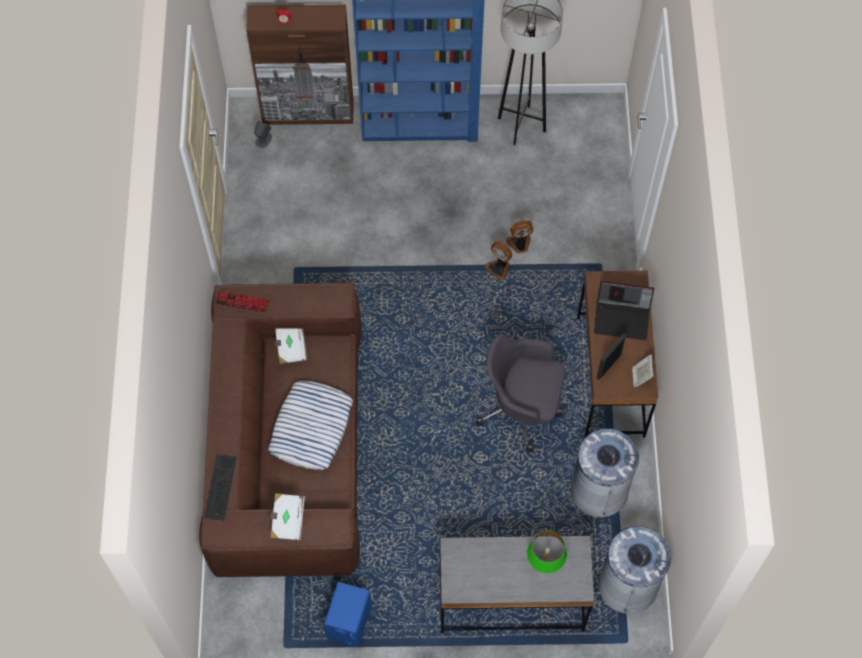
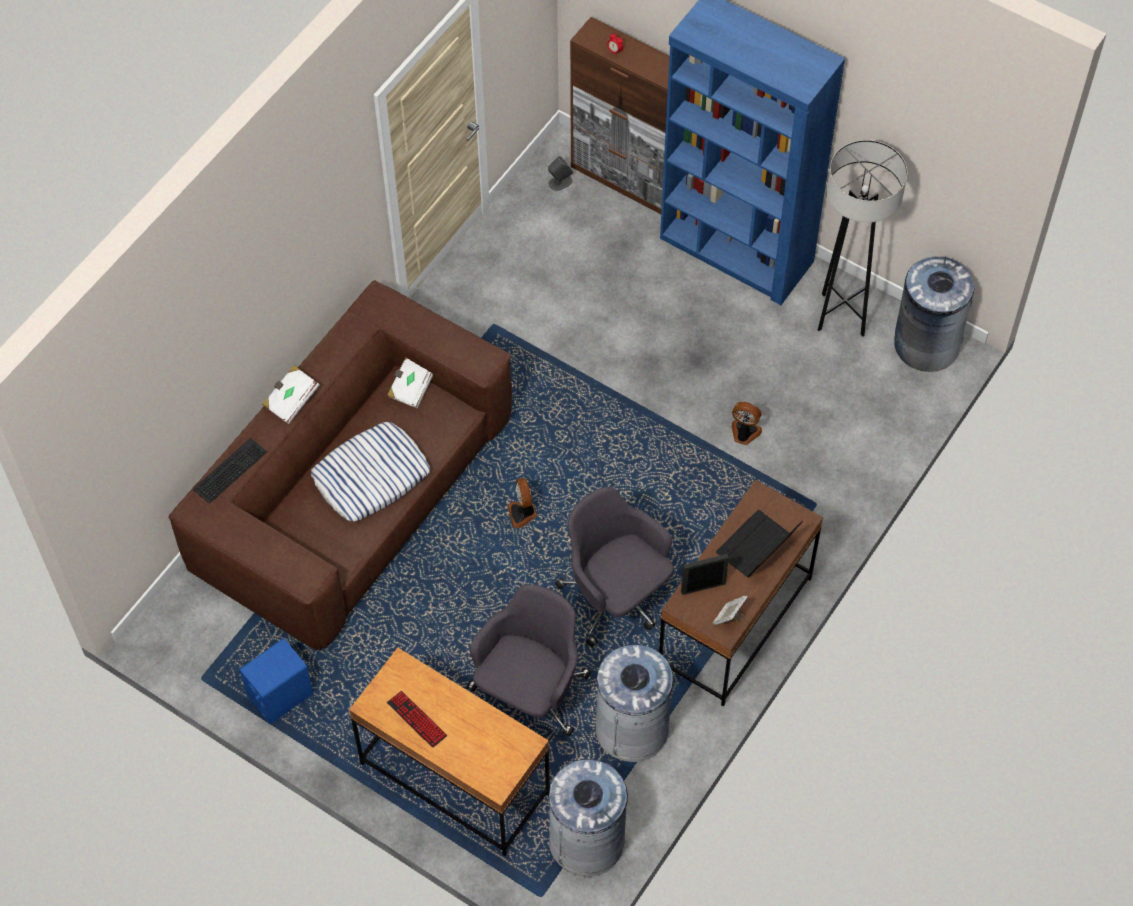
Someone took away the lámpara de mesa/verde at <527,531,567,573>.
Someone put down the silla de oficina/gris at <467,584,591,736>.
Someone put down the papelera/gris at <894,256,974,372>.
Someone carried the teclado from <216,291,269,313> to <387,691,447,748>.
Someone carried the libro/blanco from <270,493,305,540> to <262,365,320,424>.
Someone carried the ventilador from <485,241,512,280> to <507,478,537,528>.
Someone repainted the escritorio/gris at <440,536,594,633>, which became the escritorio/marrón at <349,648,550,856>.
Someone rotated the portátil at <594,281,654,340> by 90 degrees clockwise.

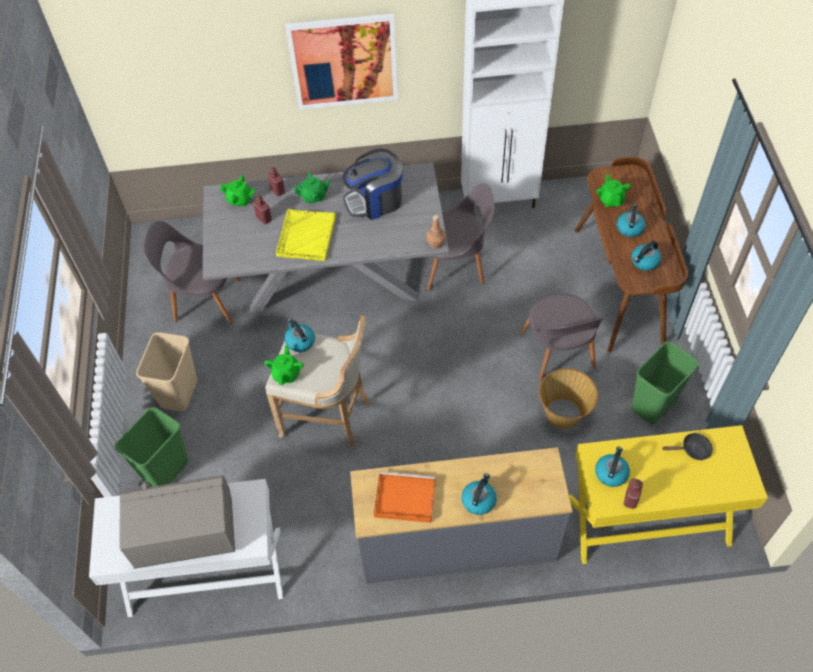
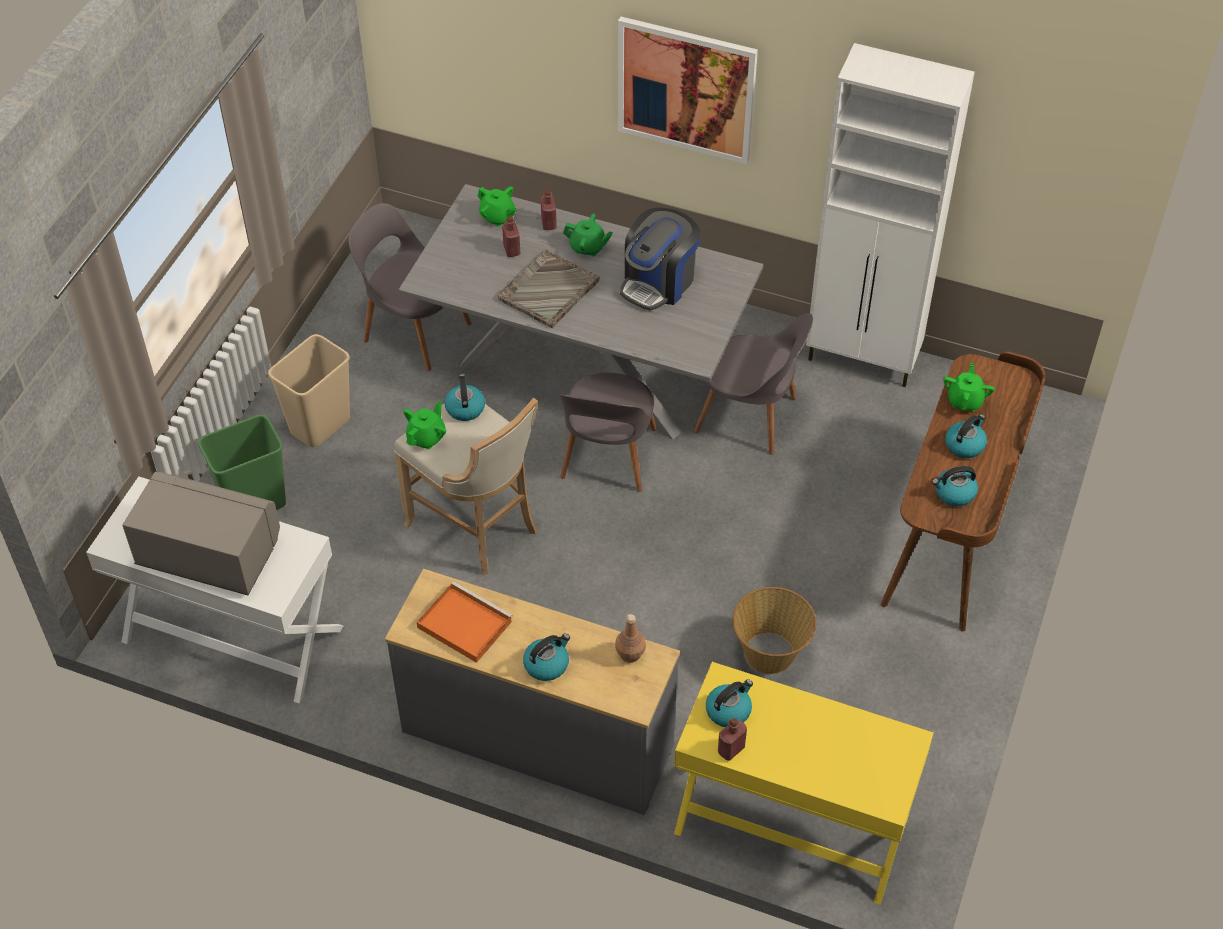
Someone took away the papelera/verde at <632,342,699,424>.
Someone took away the sartén/negro at <663,433,713,460>.
Someone carried the botella/marrón from <426,215,446,249> to <615,614,646,663>.
Someone carried the silla/gris from <520,293,608,382> to <560,373,656,492>.
Someone repainted the bandeja/amarillo at <276,209,336,261>, which became the bandeja/gris at <498,249,599,328>.
Someone rotated the cafetera at <343,149,402,220> by 60 degrees counterclockwise.

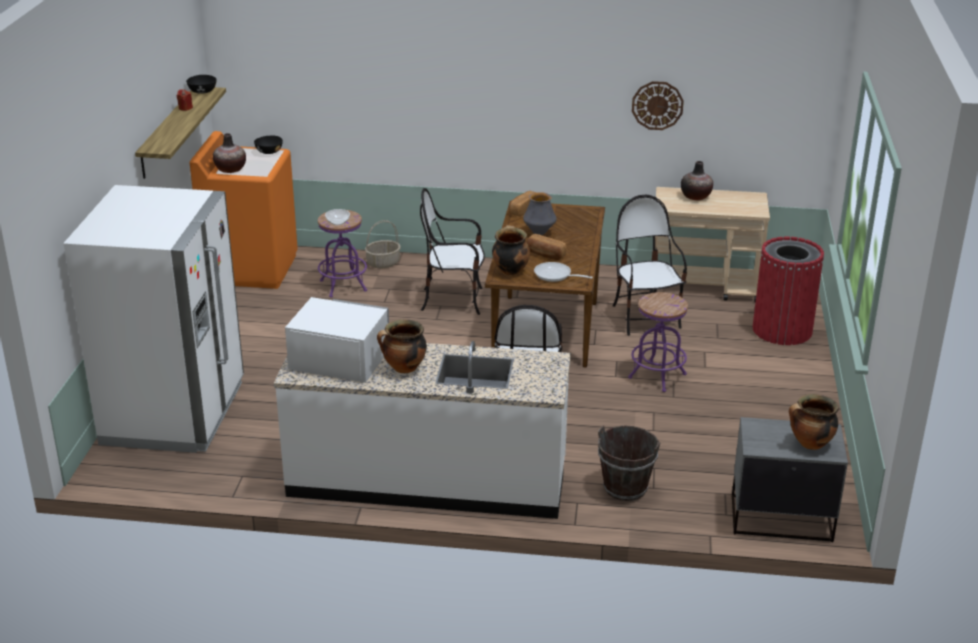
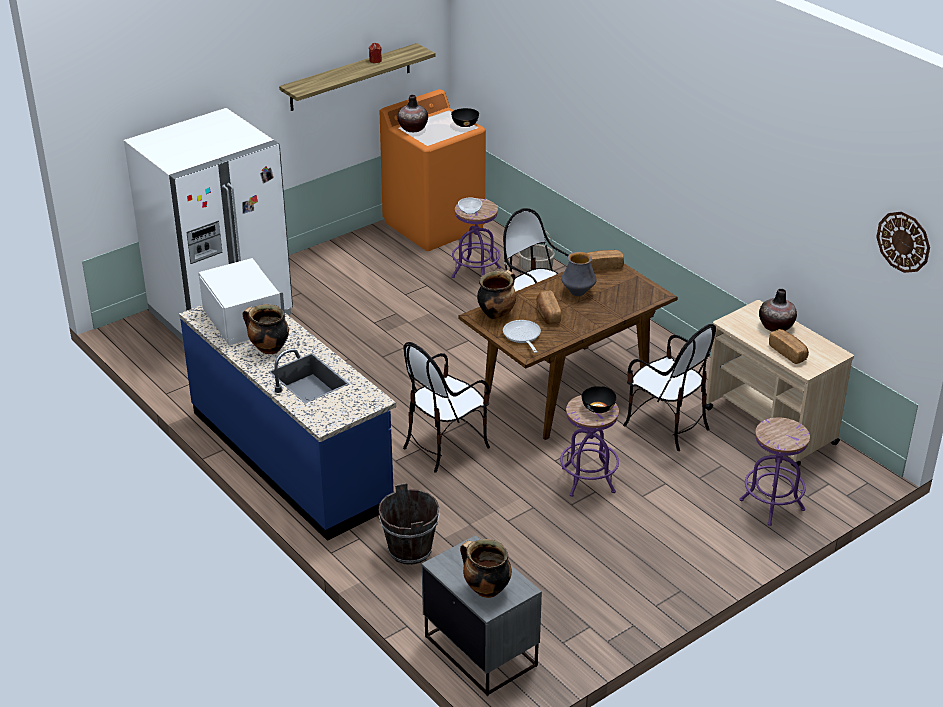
Someone put down the pan at <769,329,809,364>.
Someone carried the cuenco/negro from <186,75,217,94> to <582,386,616,413>.
Someone carried the reloj de pared from <632,81,684,130> to <876,211,930,273>.
Someone swapped the papelera/rojo at <753,237,824,345> for the taburete/morado at <739,418,810,526>.
Someone repainted the mueble bajo de cocina/blanco at <274,341,571,519>, which became the mueble bajo de cocina/azul at <179,305,396,541>.
Someone rotated the silla at <613,195,687,336> by 105 degrees clockwise.

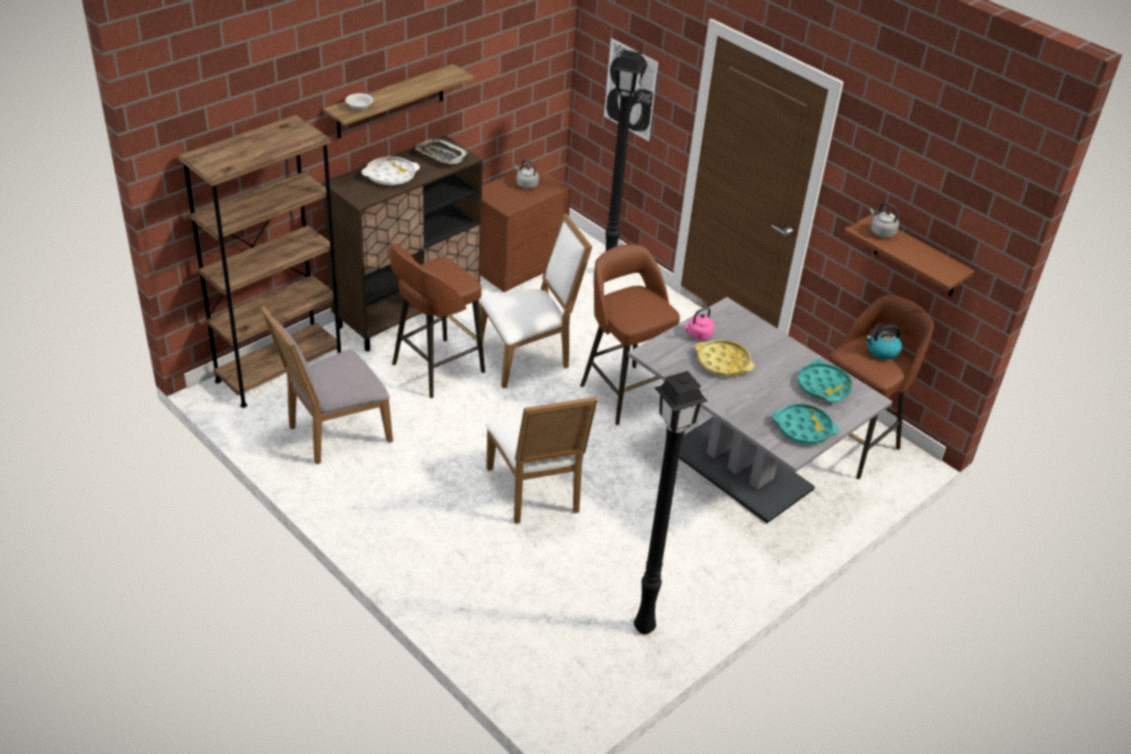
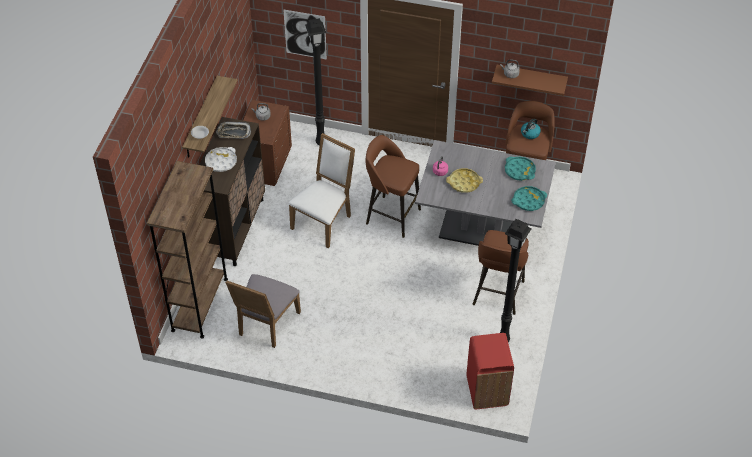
Someone took away the silla/blanco at <486,397,598,524>.
Someone put down the papelera/rojo at <466,333,514,409>.
Someone carried the taburete/marrón from <390,244,485,398> to <472,230,529,315>.

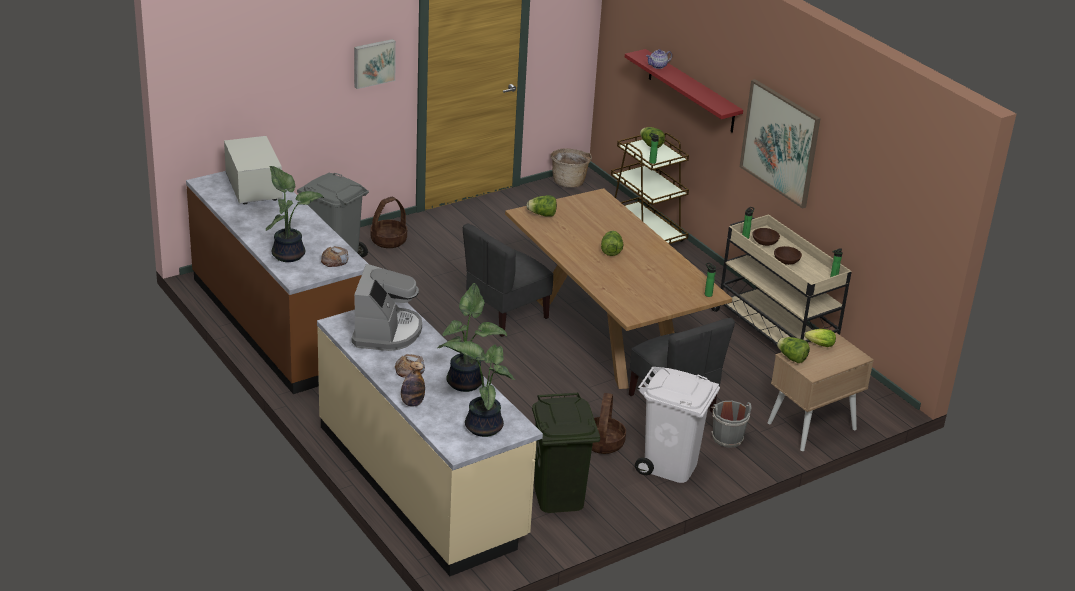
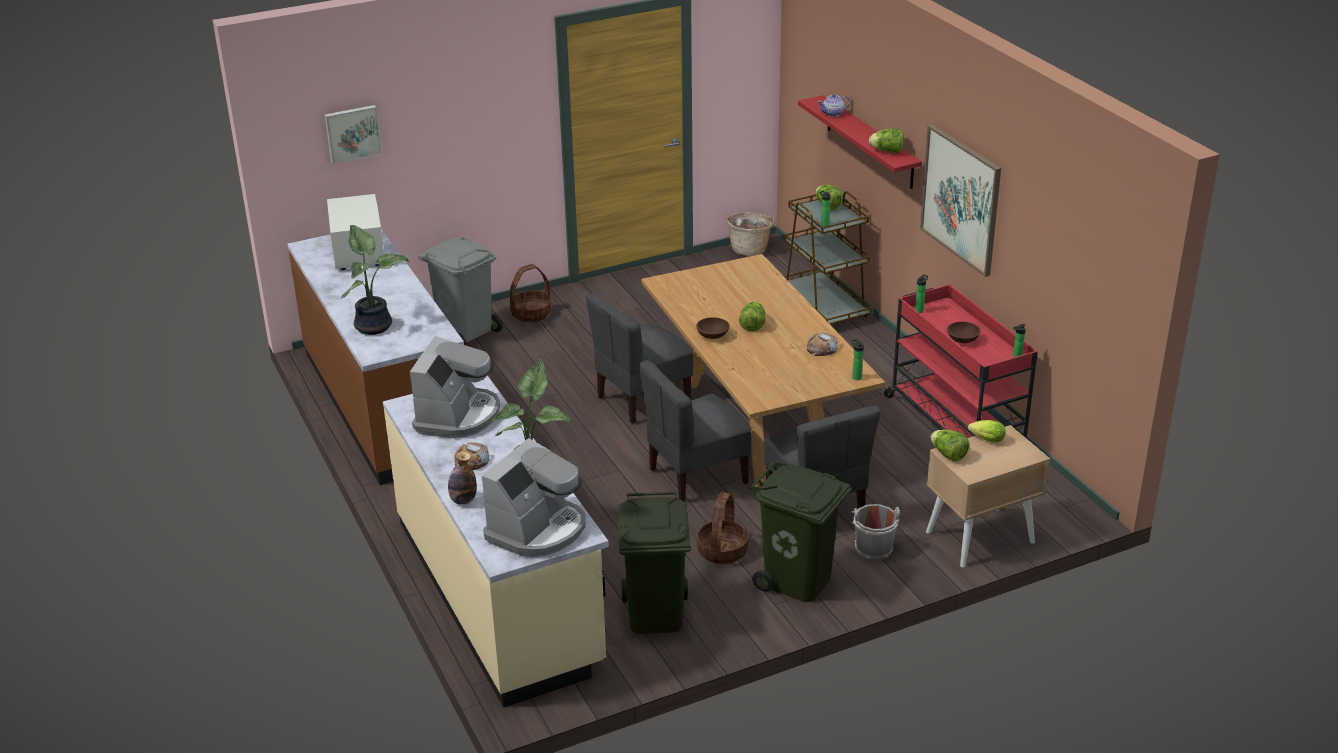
Someone put down the silla/gris at <639,360,752,502>.
Someone carried the pan from <321,246,348,267> to <807,332,838,356>.
Someone carried the cuadro from <354,39,396,89> to <324,105,382,164>.
Someone carried the lechuga from <526,195,557,217> to <869,128,904,153>.
Someone carried the cuenco/marrón from <753,228,780,246> to <696,317,729,339>.
Someone swapped the planta en maceta at <443,341,515,437> for the cafetera at <482,438,586,557>.
Someone repainted the papelera/blanco at <635,367,720,483>, which became the papelera/verde at <749,462,851,602>.
Someone repainted the carrito/beis at <711,214,852,346>, which became the carrito/rojo at <884,284,1038,446>.

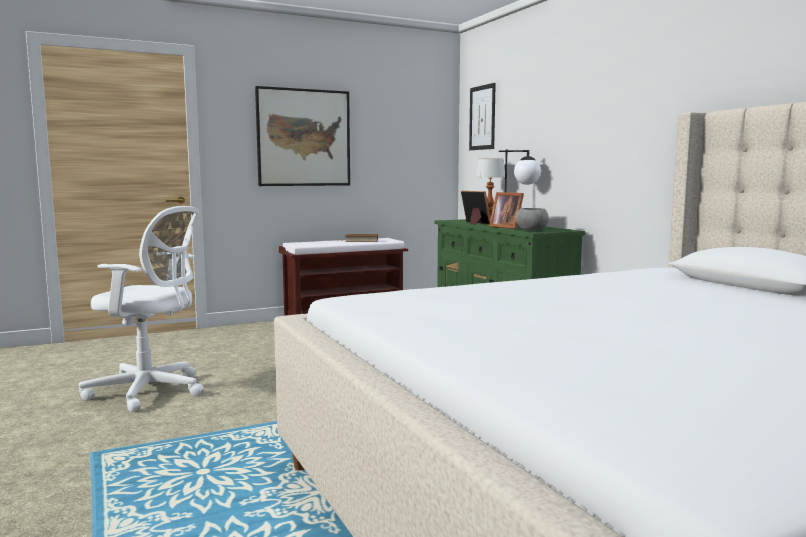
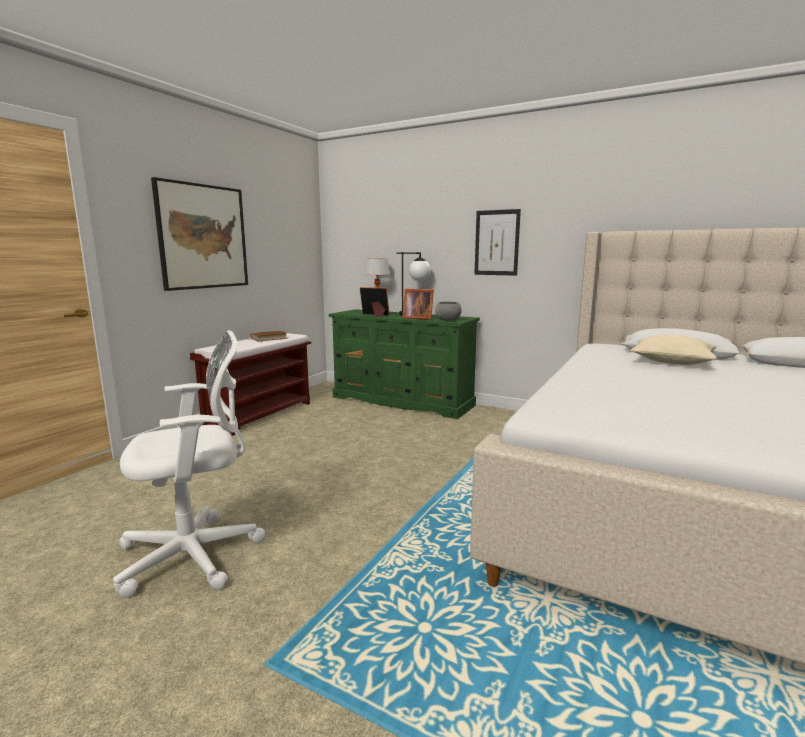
Someone put down the cojín/beis at <630,335,717,365>.
Someone carried the cuadro from <469,83,496,150> to <474,209,521,276>.

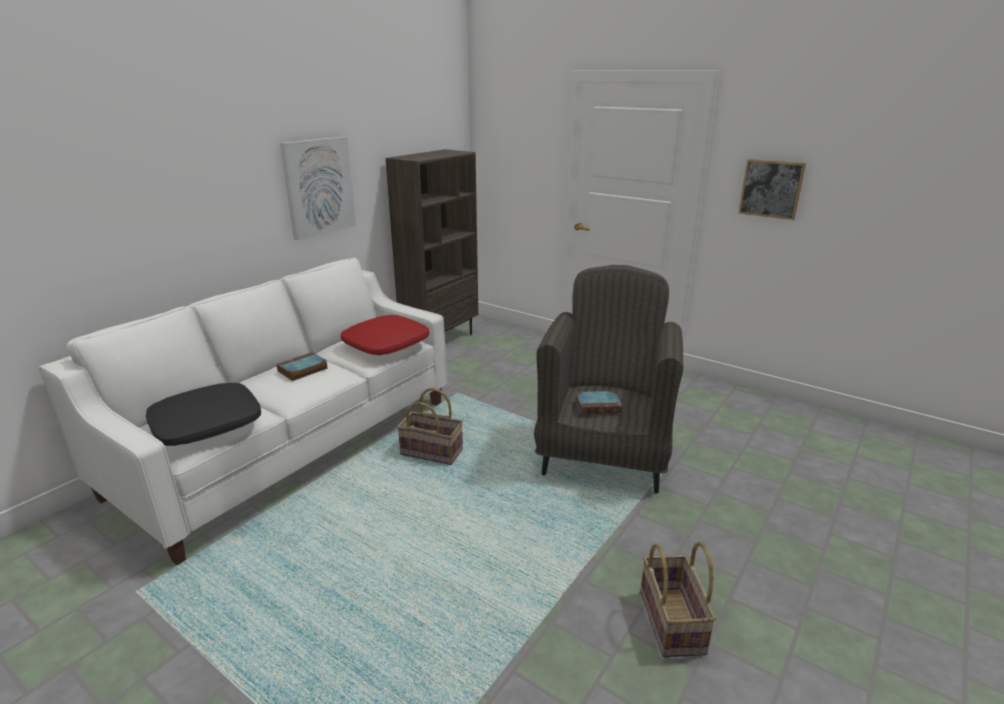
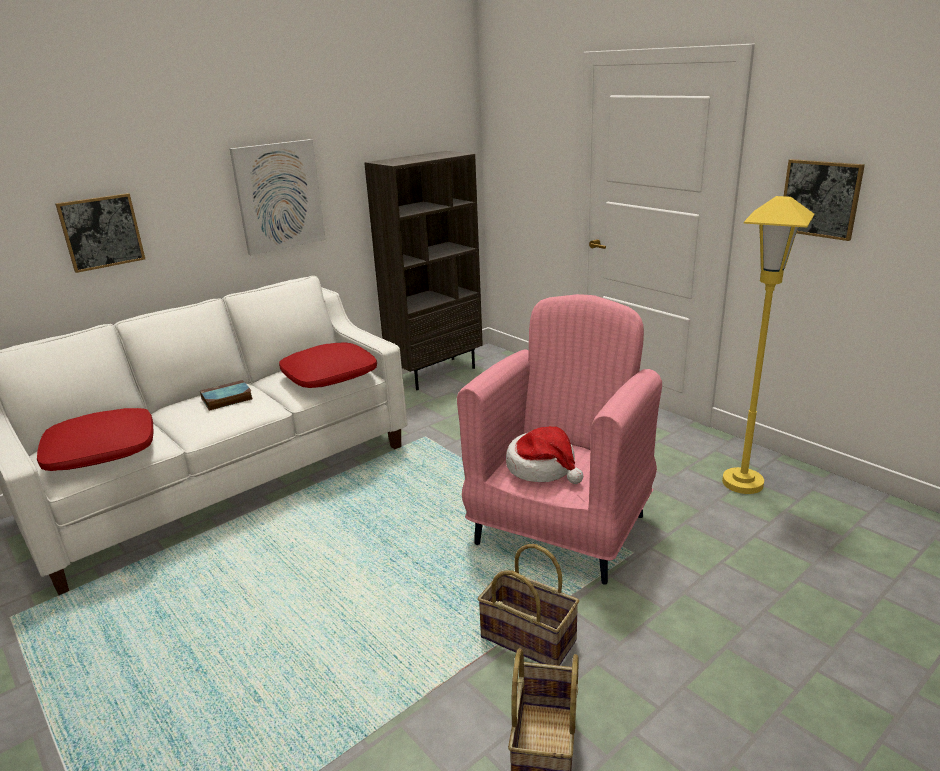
Someone put up the cuadro at <55,193,145,273>.
Someone put down the lámpara de pie/amarillo at <722,196,814,494>.
Someone carried the cesta from <397,388,463,465> to <478,544,579,666>.
Someone swapped the libro at <575,391,622,414> for the sombrero at <506,426,583,484>.
Someone repainted the cojín/negro at <146,383,261,446>, which became the cojín/rojo at <37,408,154,471>.
Someone repainted the sillón/gris at <534,265,683,494>, which became the sillón/rosa at <457,294,662,585>.

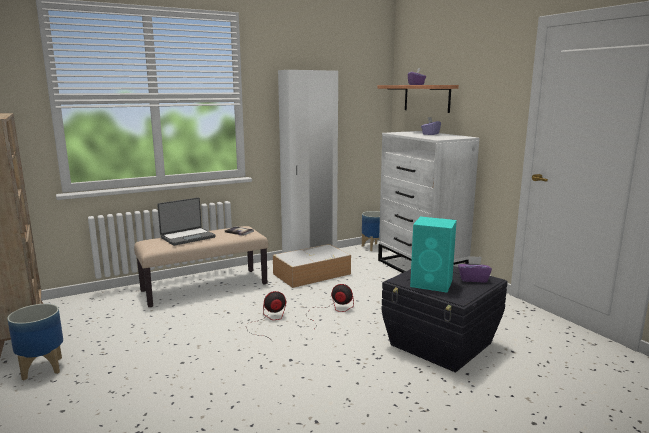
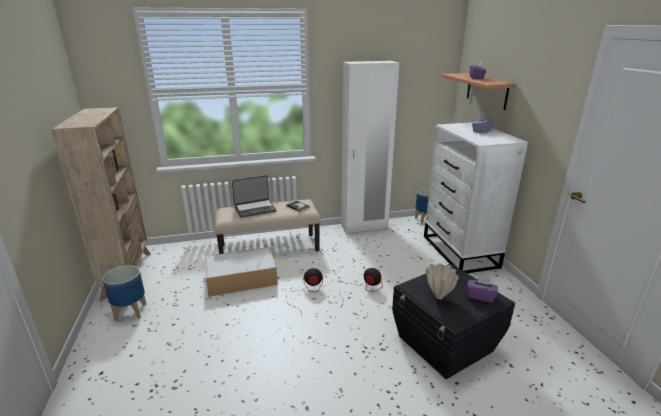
Someone carried the caja de almacenaje from <273,244,351,288> to <205,247,278,297>.
Someone swapped the altavoz/turquesa at <410,217,457,292> for the florero/beis at <426,263,459,299>.

